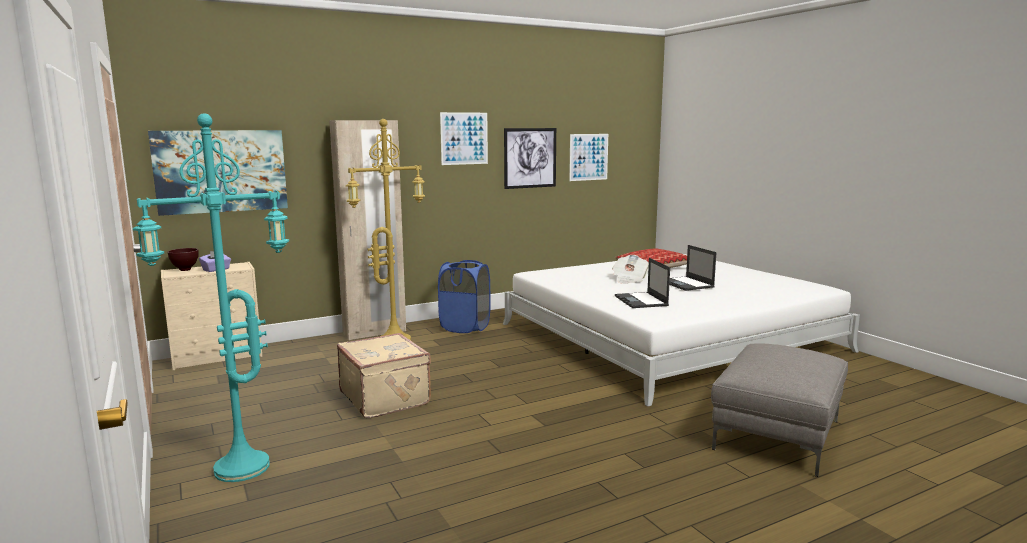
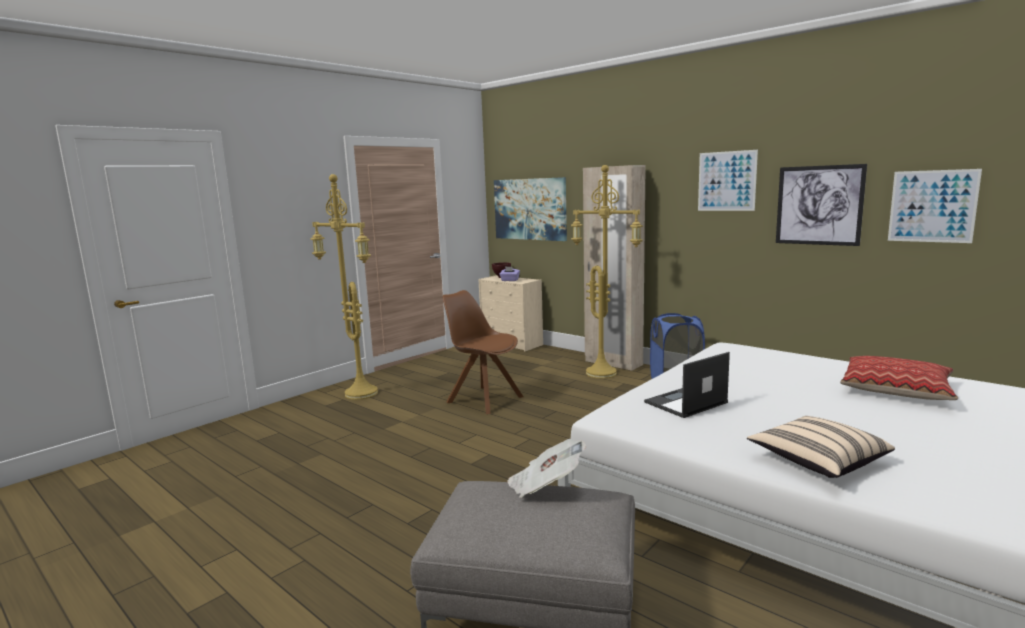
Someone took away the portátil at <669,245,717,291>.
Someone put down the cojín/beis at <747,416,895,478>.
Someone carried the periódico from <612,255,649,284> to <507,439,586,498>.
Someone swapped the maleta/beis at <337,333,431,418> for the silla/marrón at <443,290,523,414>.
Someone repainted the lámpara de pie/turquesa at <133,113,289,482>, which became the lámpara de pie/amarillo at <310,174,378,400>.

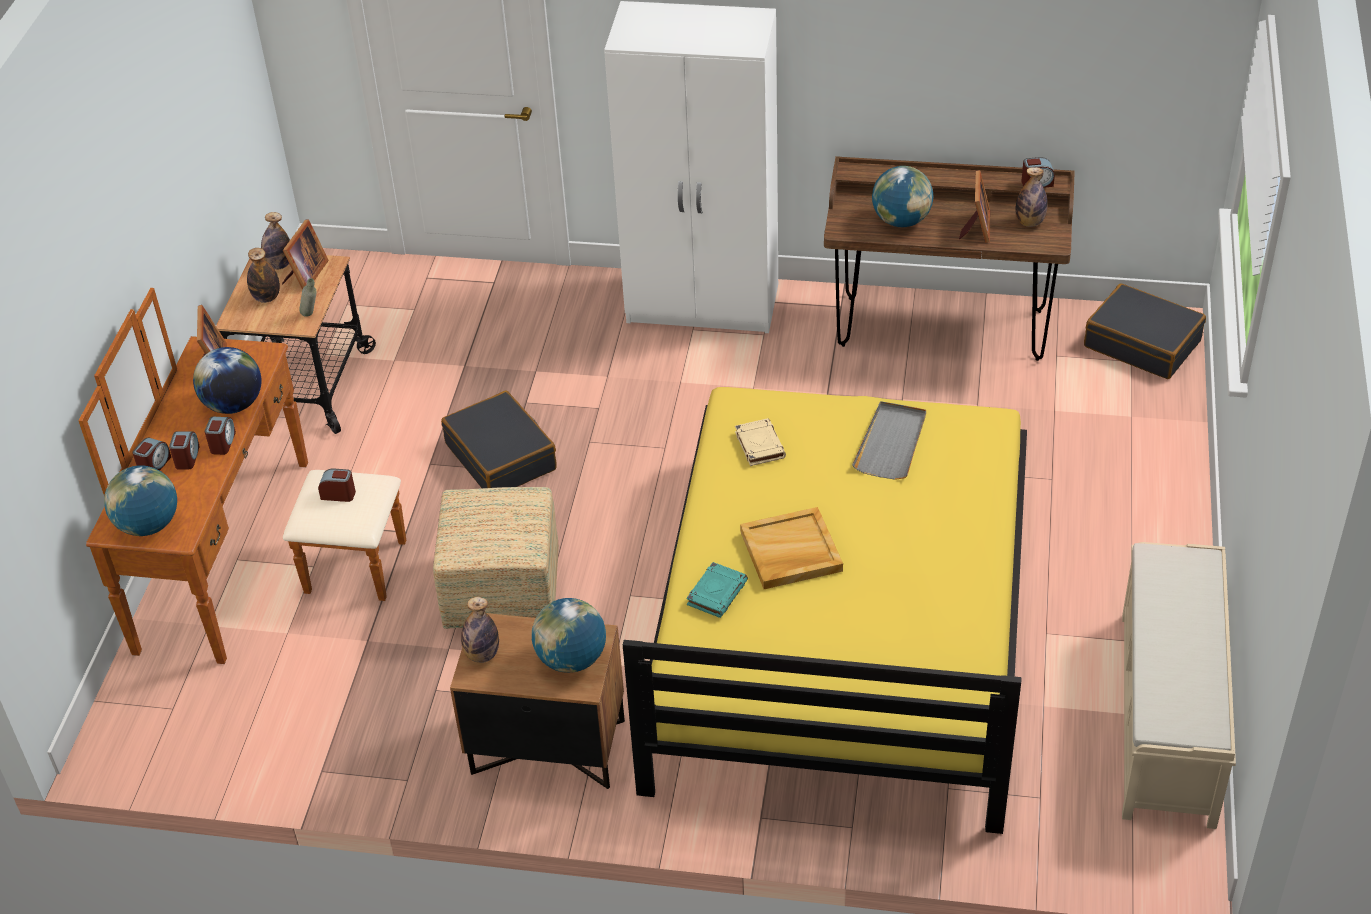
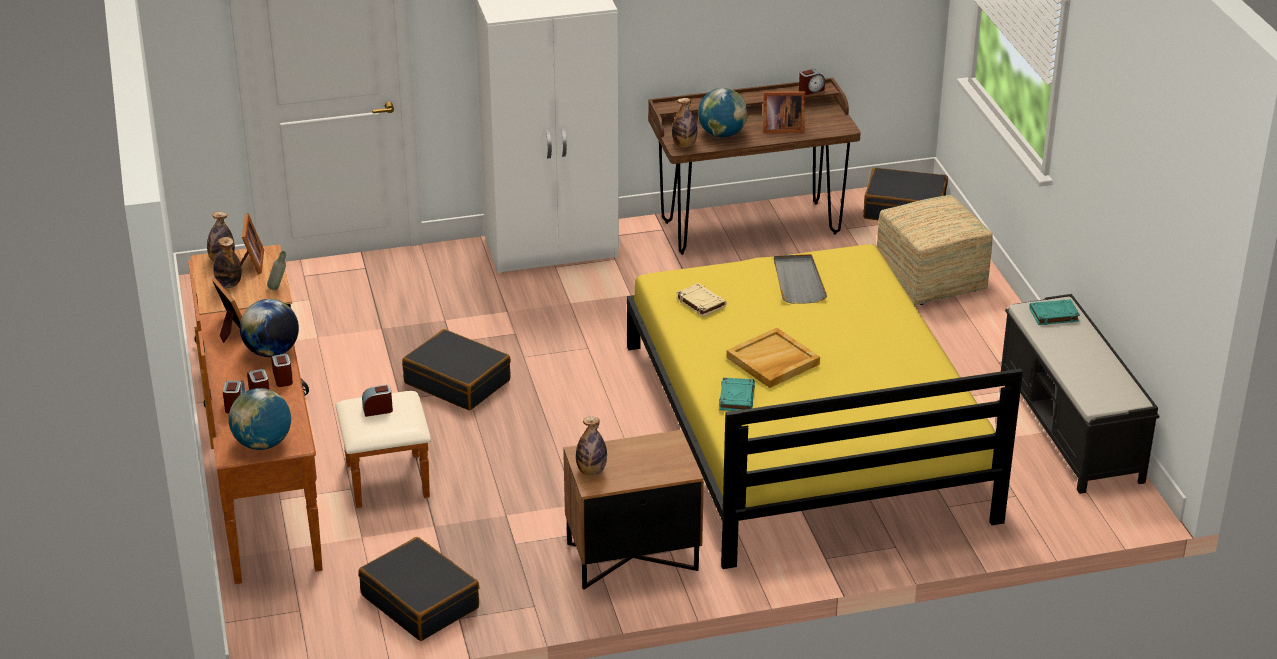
Someone took away the globo terráqueo at <532,598,606,673>.
Someone put down the maleta/negro at <359,537,480,641>.
Someone put down the libro/turquesa at <1029,299,1080,325>.
Someone carried the puf from <433,487,559,629> to <877,195,992,306>.
Someone carried the botella from <1016,167,1048,227> to <672,98,697,148>.
Someone repainted the banco/beis at <1122,542,1236,829>, which became the banco/negro at <1001,294,1159,494>.
Someone rotated the portarretratos at <959,170,990,243> by 105 degrees clockwise.

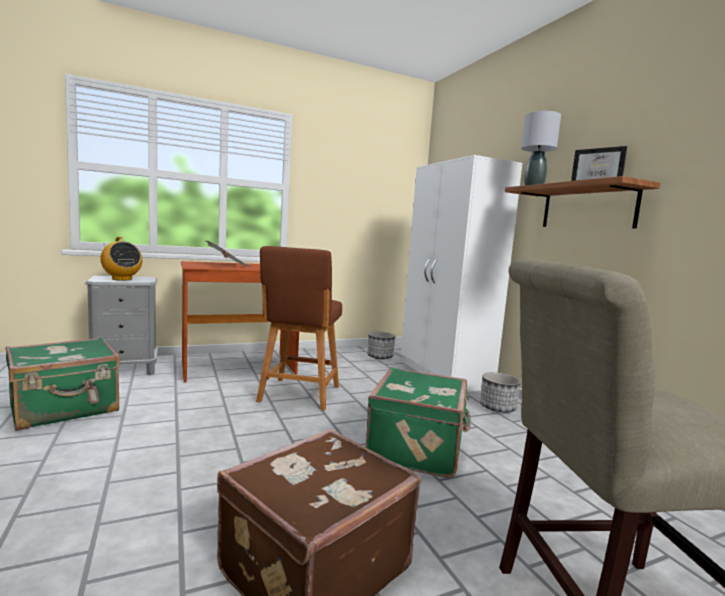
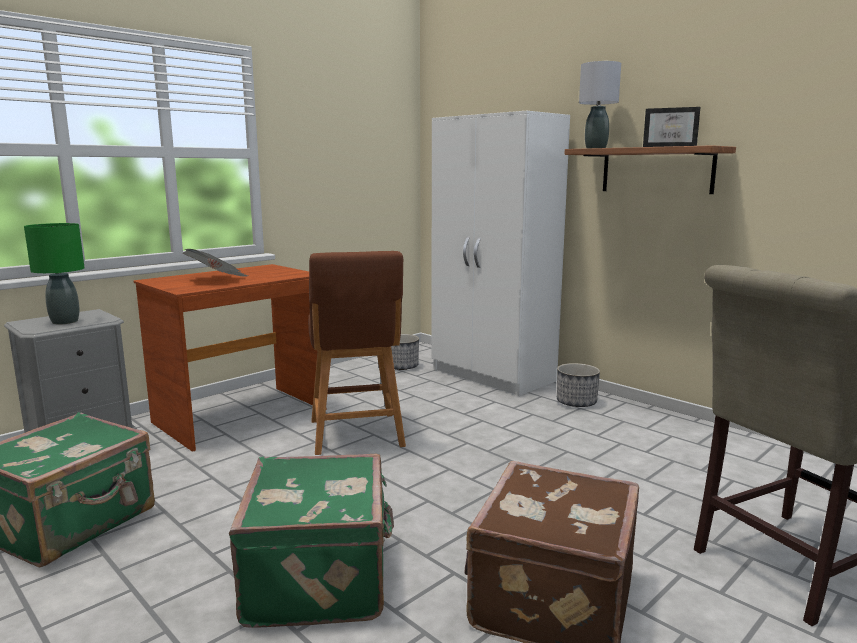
Someone carried the maleta/verde from <365,367,471,478> to <229,454,394,628>.
Someone swapped the radio at <100,237,143,281> for the lámpara de mesa/verde at <24,223,84,325>.

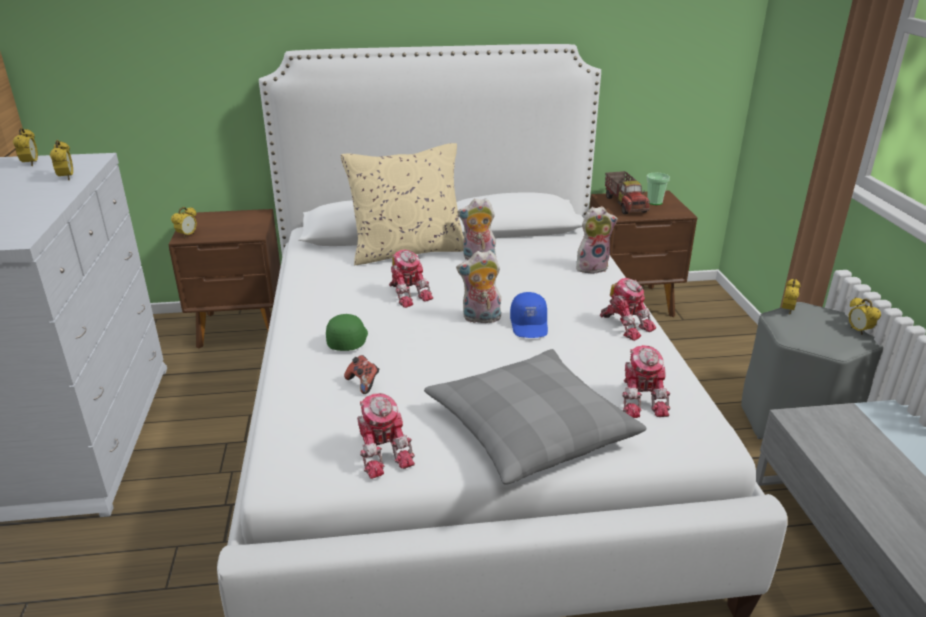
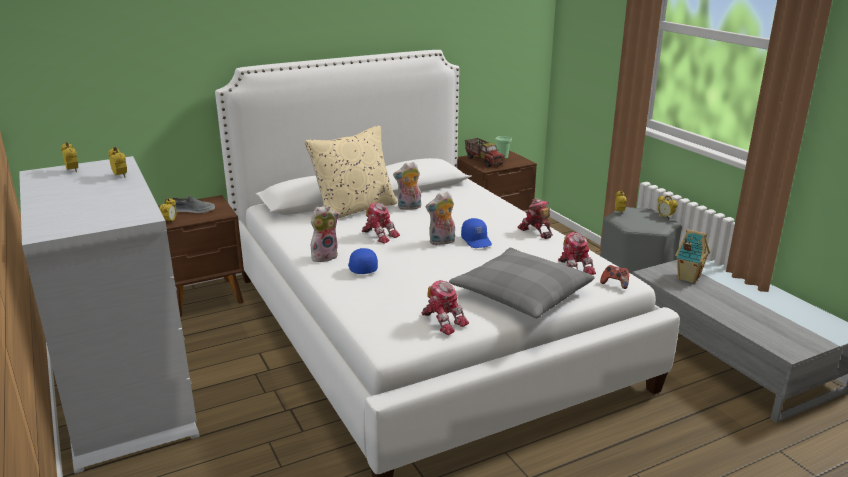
Someone put down the zapato/gris at <170,195,215,213>.
Someone put down the casita at <675,229,710,283>.
Someone carried the mando de consola from <344,355,379,394> to <600,265,629,289>.
Someone carried the peluche from <576,206,618,274> to <311,205,339,262>.
Someone repainted the gorra/verde at <326,314,368,351>, which became the gorra/azul at <348,248,378,274>.
Someone rotated the robot de juguete at <600,278,656,341> by 150 degrees counterclockwise.

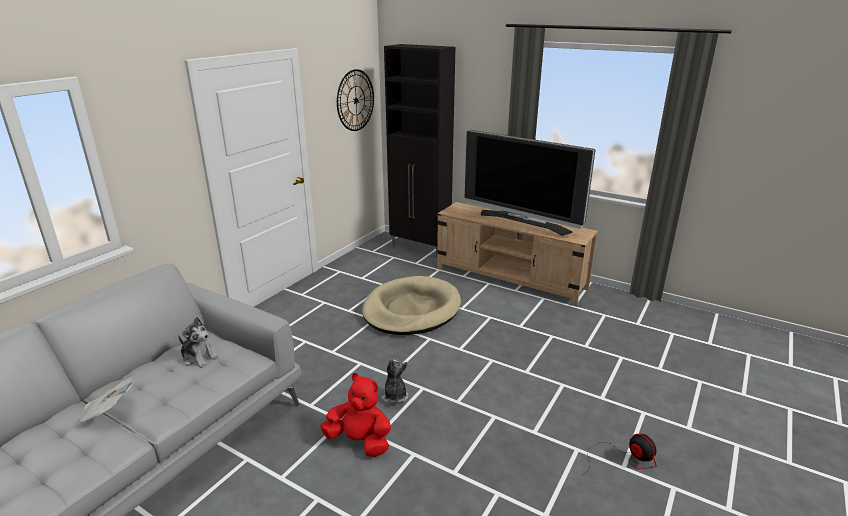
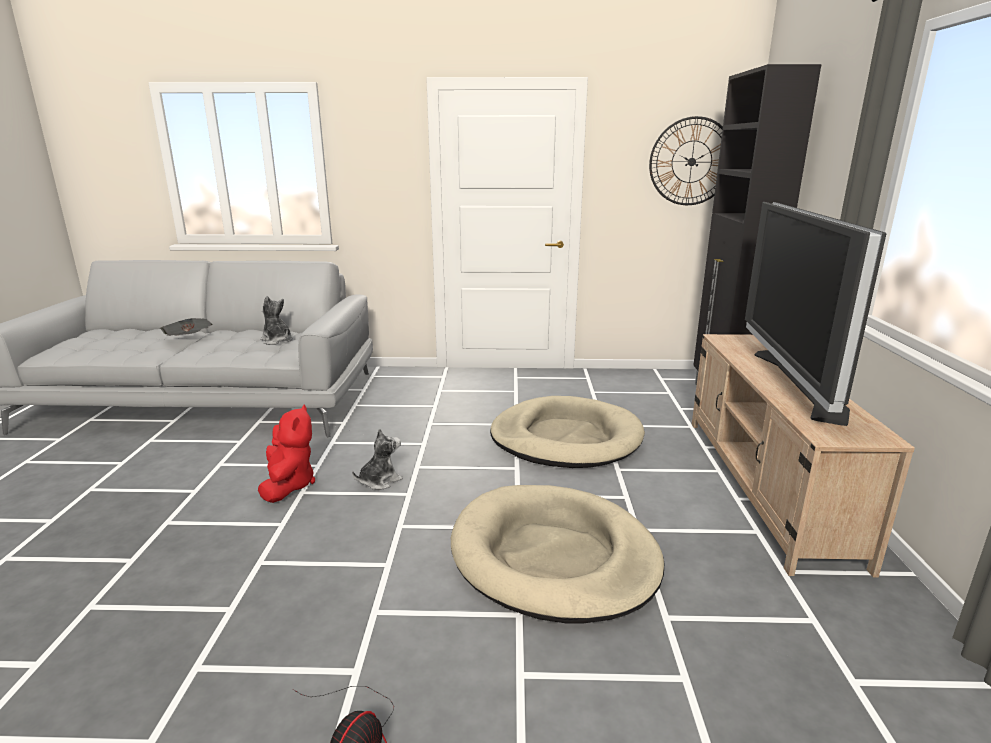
Someone put down the cama para perro/beis at <451,485,664,623>.
Someone rotated the peluche at <179,317,219,368> by 135 degrees clockwise.

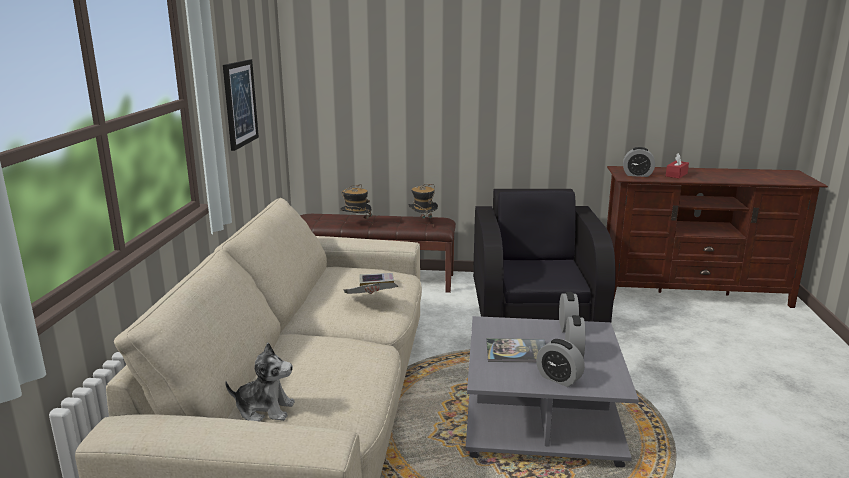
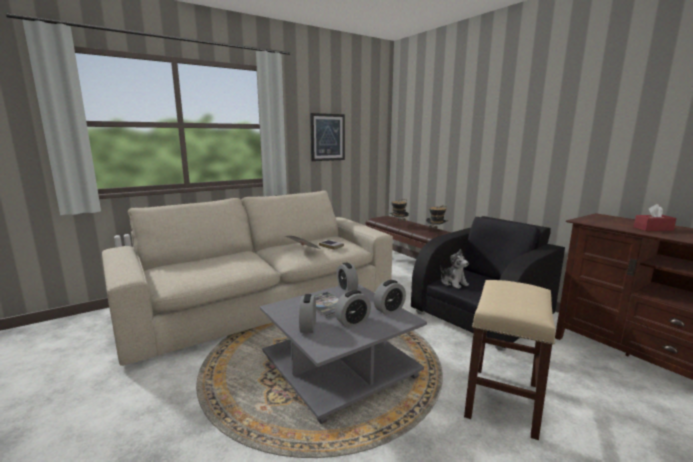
Someone put down the taburete/beis at <464,280,555,440>.
Someone carried the peluche from <225,343,295,422> to <440,249,469,289>.
Someone carried the despertador from <623,147,655,177> to <337,262,358,293>.

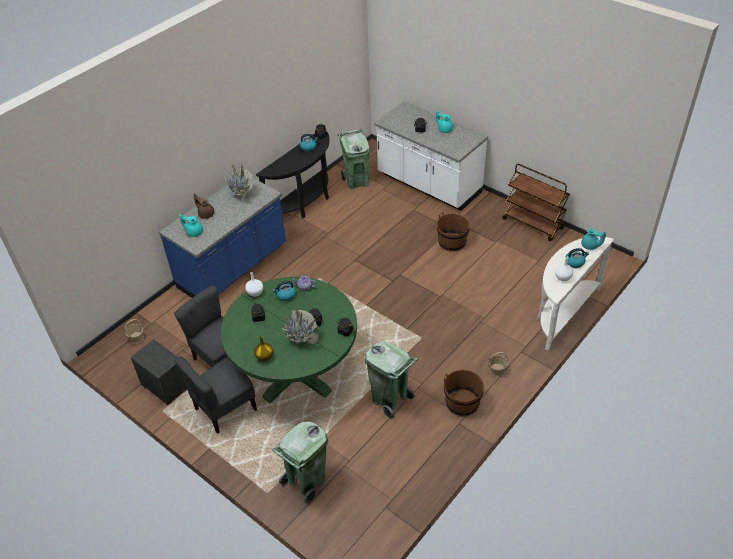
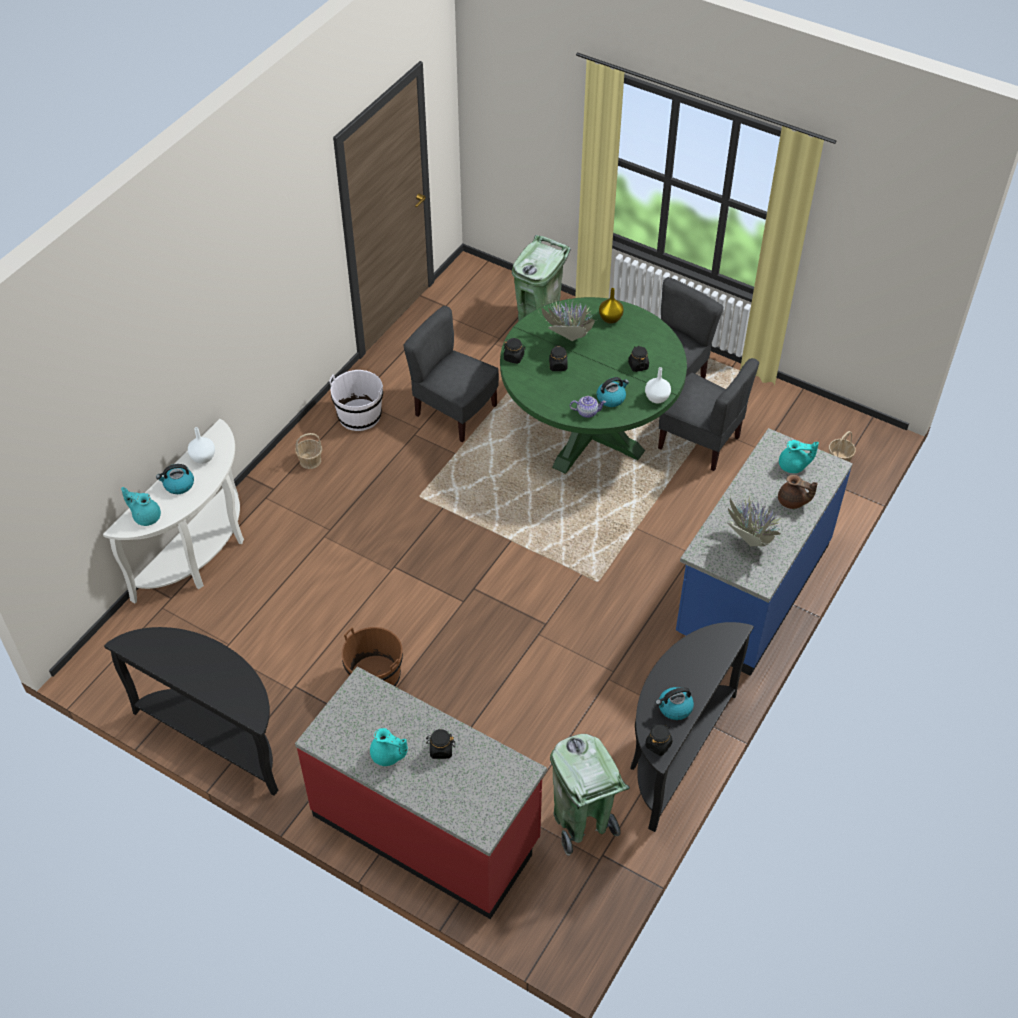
Someone took away the mesita de noche at <130,339,187,405>.
Someone swapped the papelera/verde at <365,342,418,419> for the silla/gris at <403,306,499,442>.
Someone swapped the carrito/marrón at <502,164,570,241> for the mesa consola/negro at <104,627,278,796>.
Someone repainted the mueble bajo de cocina/blanco at <374,101,488,211>, which became the mueble bajo de cocina/rojo at <295,666,547,919>.
Someone repainted the cubo/marrón at <444,369,485,416>, which became the cubo/blanco at <329,370,383,431>.

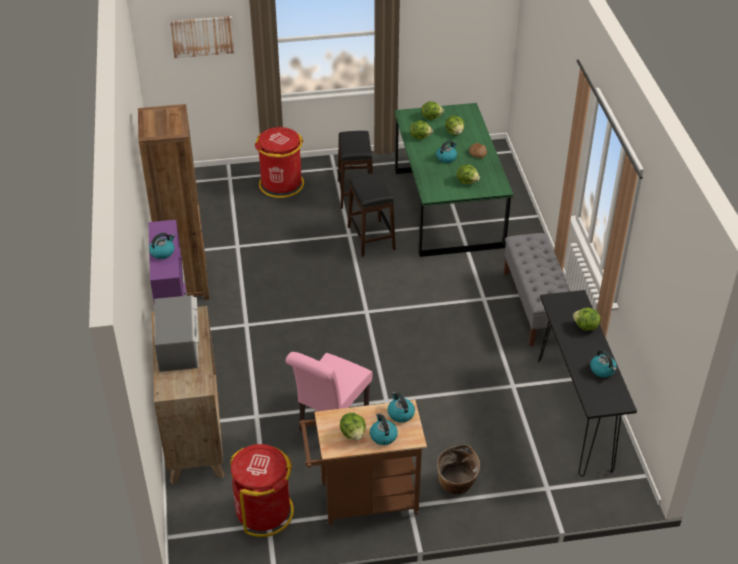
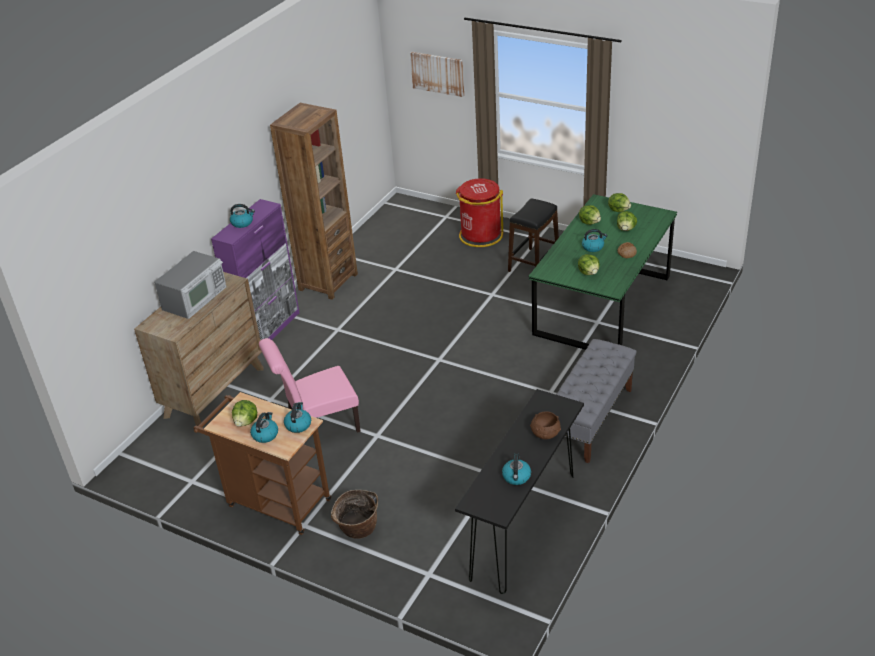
Someone took away the papelera/rojo at <230,444,294,537>.
Someone took away the taburete/negro at <348,173,395,257>.
Someone swapped the lechuga at <573,308,601,331> for the cuenco/marrón at <530,411,561,439>.

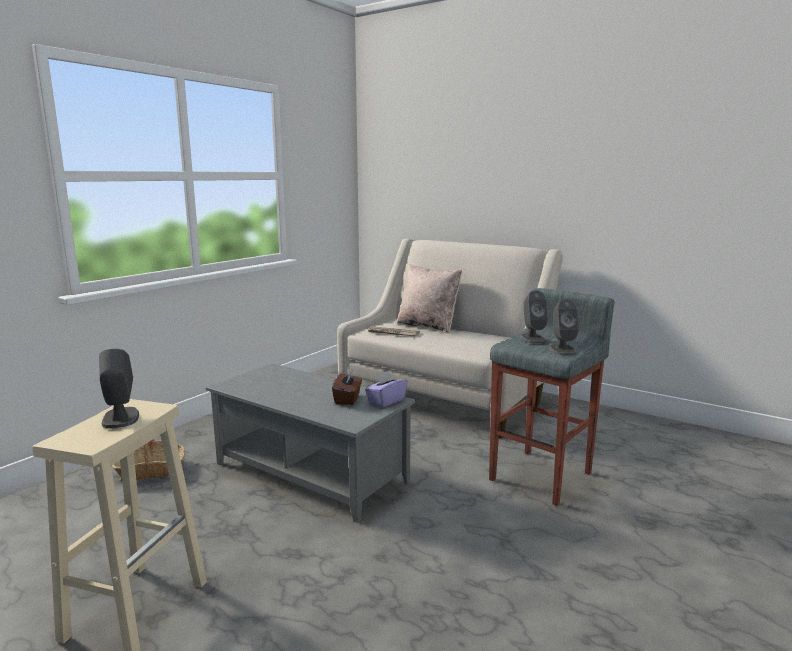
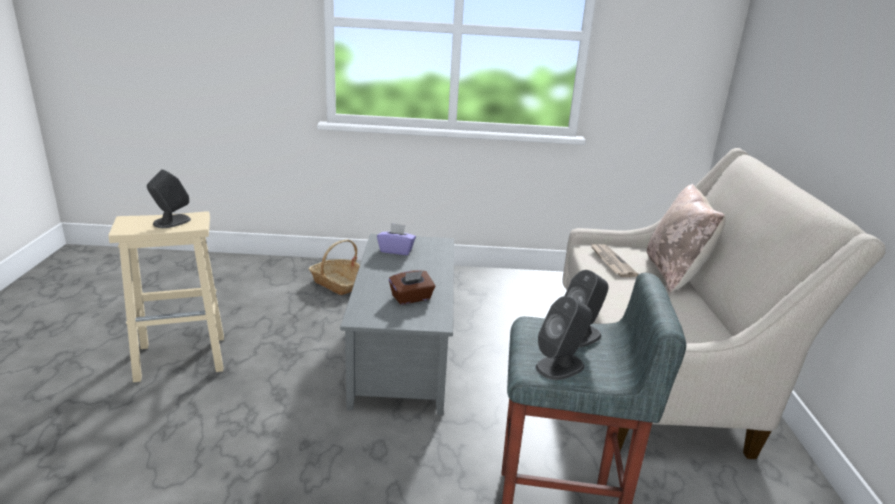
Someone carried the caja de pañuelos/morado from <365,370,408,408> to <377,223,416,255>.

